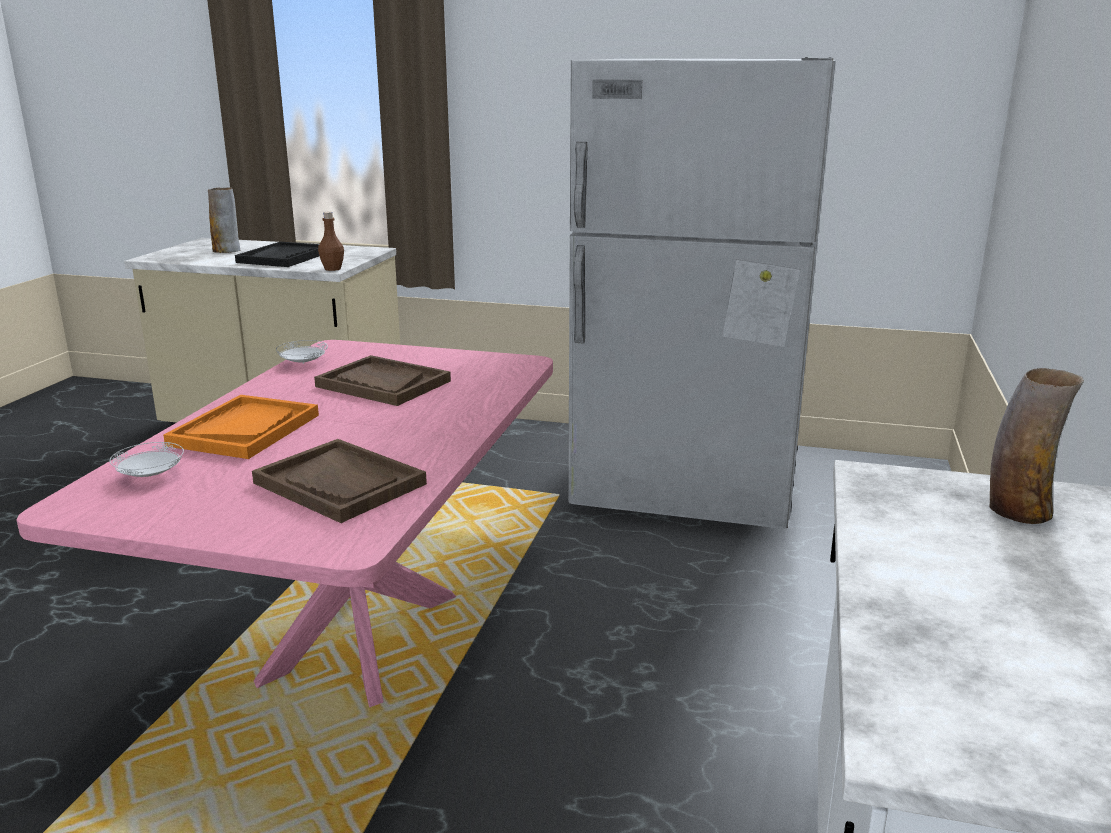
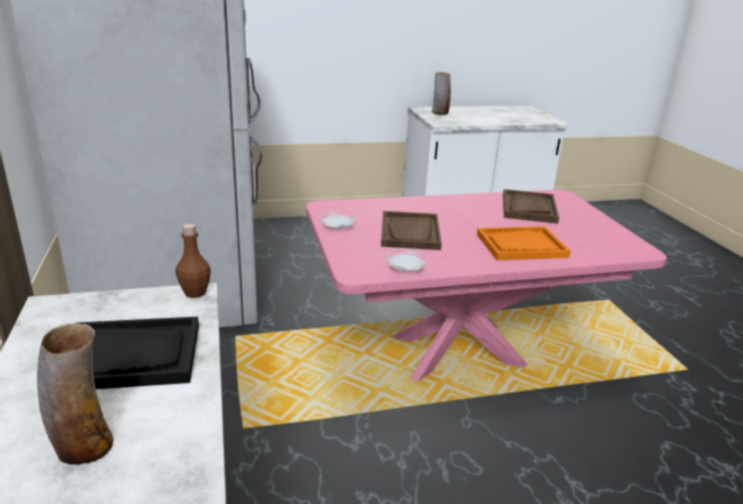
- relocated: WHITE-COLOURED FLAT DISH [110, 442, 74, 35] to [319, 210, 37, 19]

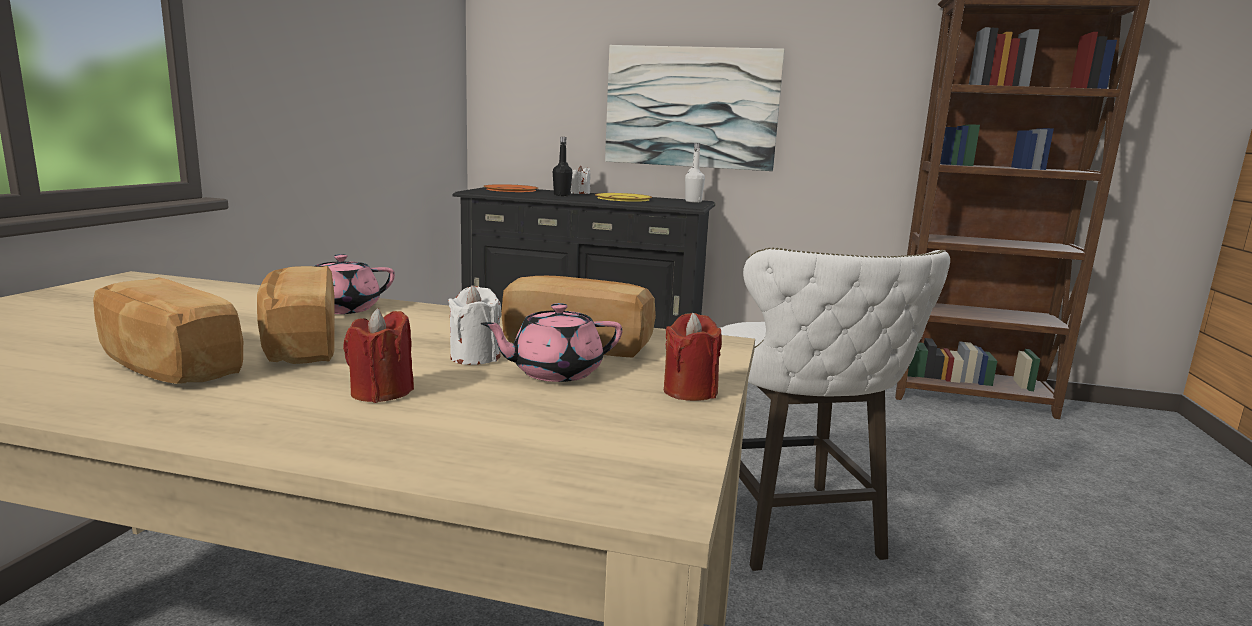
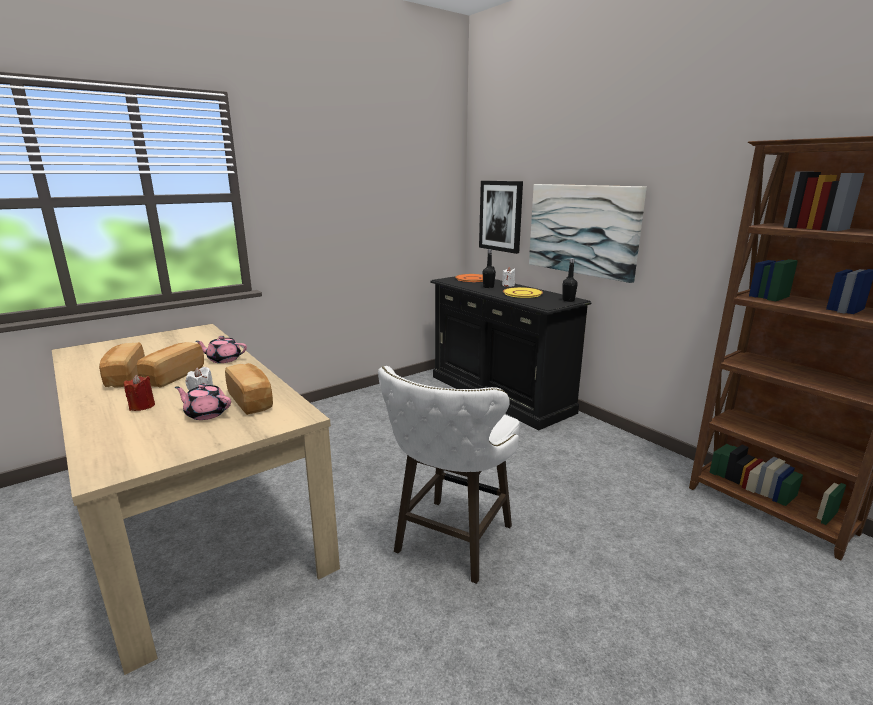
- appeared: WALL ART [479, 181, 44, 73]
- colour: WHITE-COLOURED BEVERAGE BOTTLE [685, 143, 20, 60] to BLACKISH BEVERAGE BOTTLE [562, 258, 16, 44]
- missing: RED CANDLE [664, 313, 58, 88]

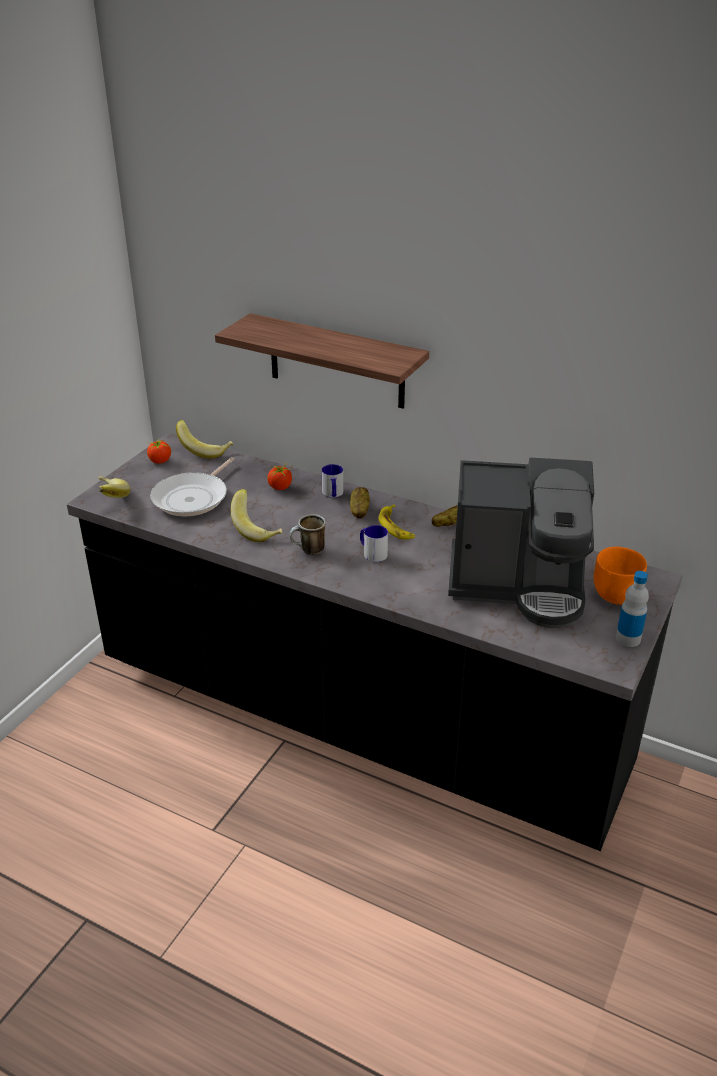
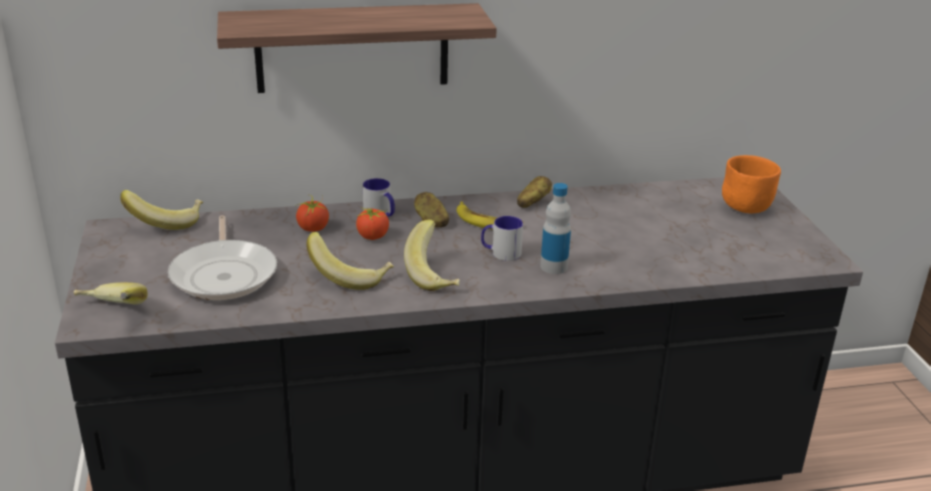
- relocated: FRESH TOMATO [147, 439, 24, 25] to [356, 207, 33, 33]
- exchanged: TEA MUG [290, 514, 36, 41] to BANANA [404, 219, 56, 72]
- relocated: BEVERAGE BOTTLE [616, 571, 33, 76] to [540, 183, 31, 91]
- missing: COFFEE MAKER [448, 458, 146, 170]

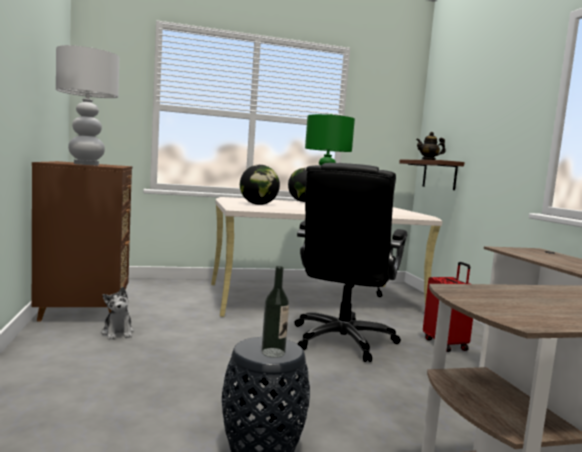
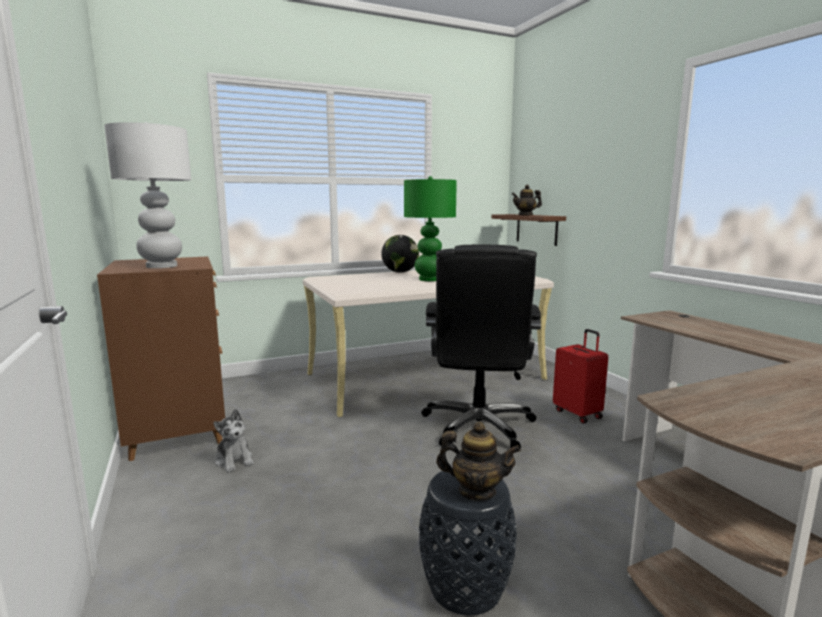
- exchanged: BEVERAGE BOTTLE [261, 266, 28, 92] to TEAPOT [436, 422, 85, 79]
- missing: DESK GLOBE [240, 165, 40, 40]

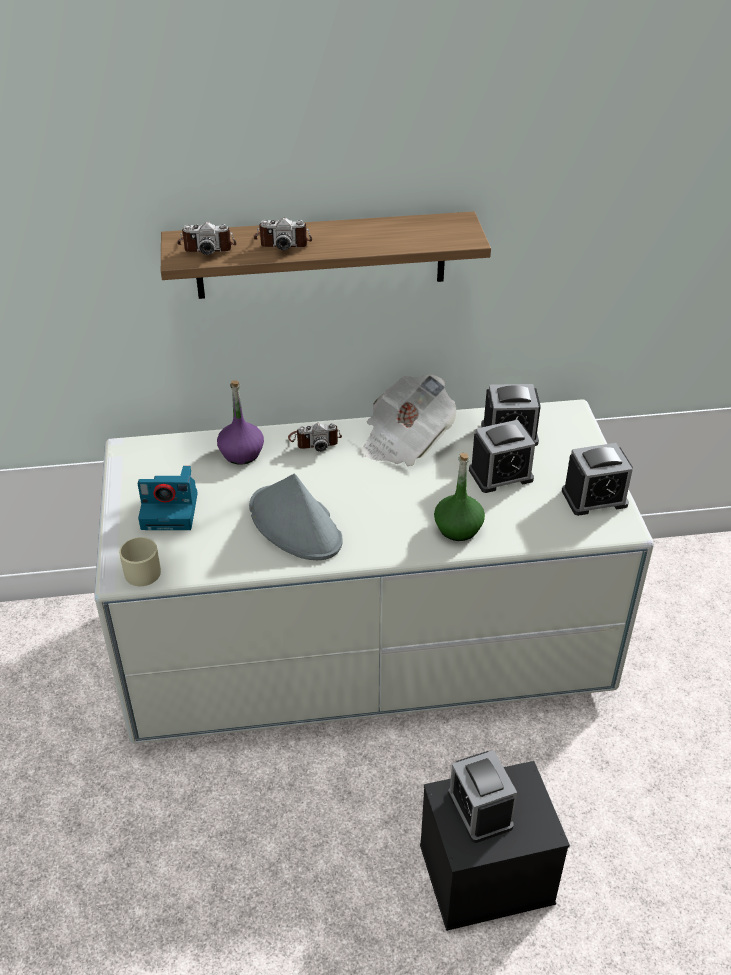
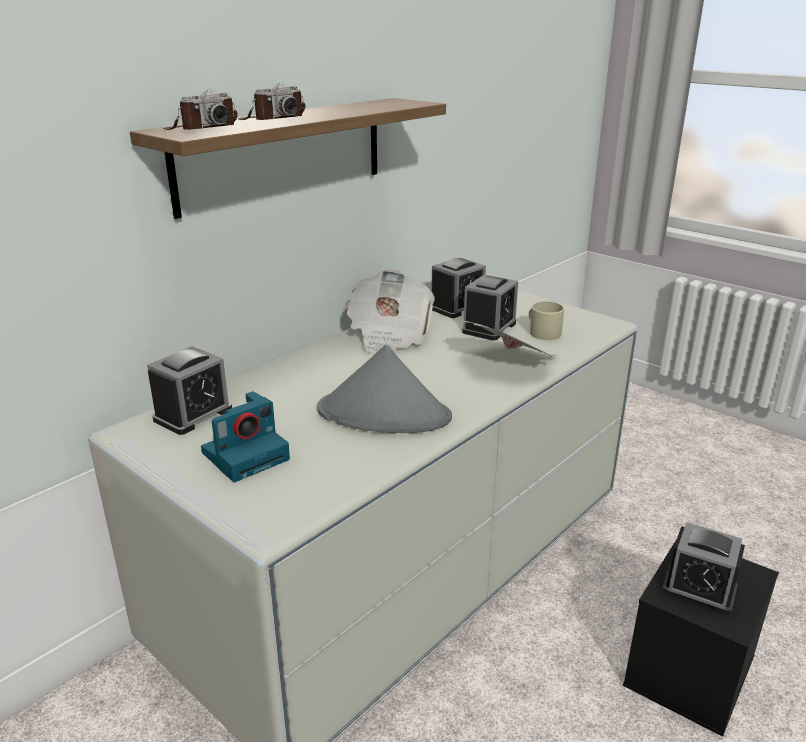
- relocated: BEDSIDE CLOCK [562, 443, 71, 73] to [147, 346, 85, 89]
- exchanged: GREEN-COLOURED BEVERAGE BOTTLE [434, 453, 51, 88] to PRINTED PAPER [462, 321, 97, 37]
- relocated: SAND-COLOURED TEA MUG [119, 537, 42, 49] to [529, 302, 35, 38]
- missing: PURPLE-COLOURED BEVERAGE BOTTLE [217, 380, 47, 85]
- missing: PHOTO CAMERA [288, 423, 54, 29]

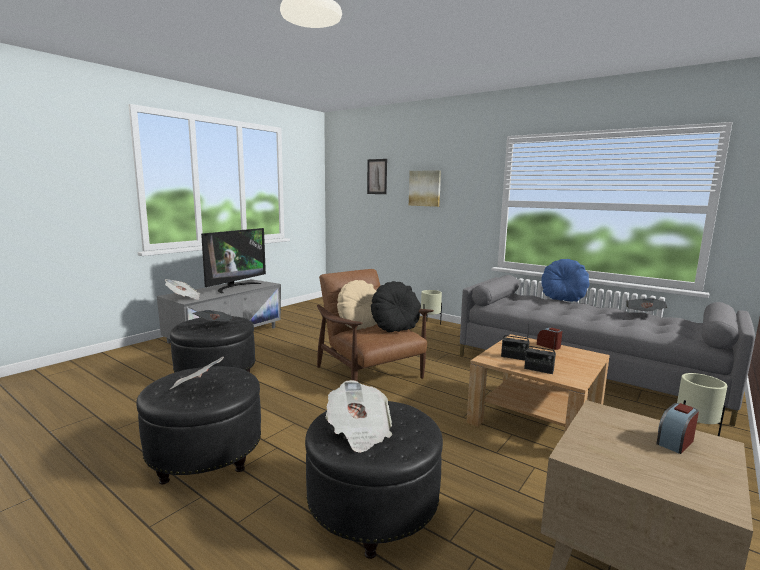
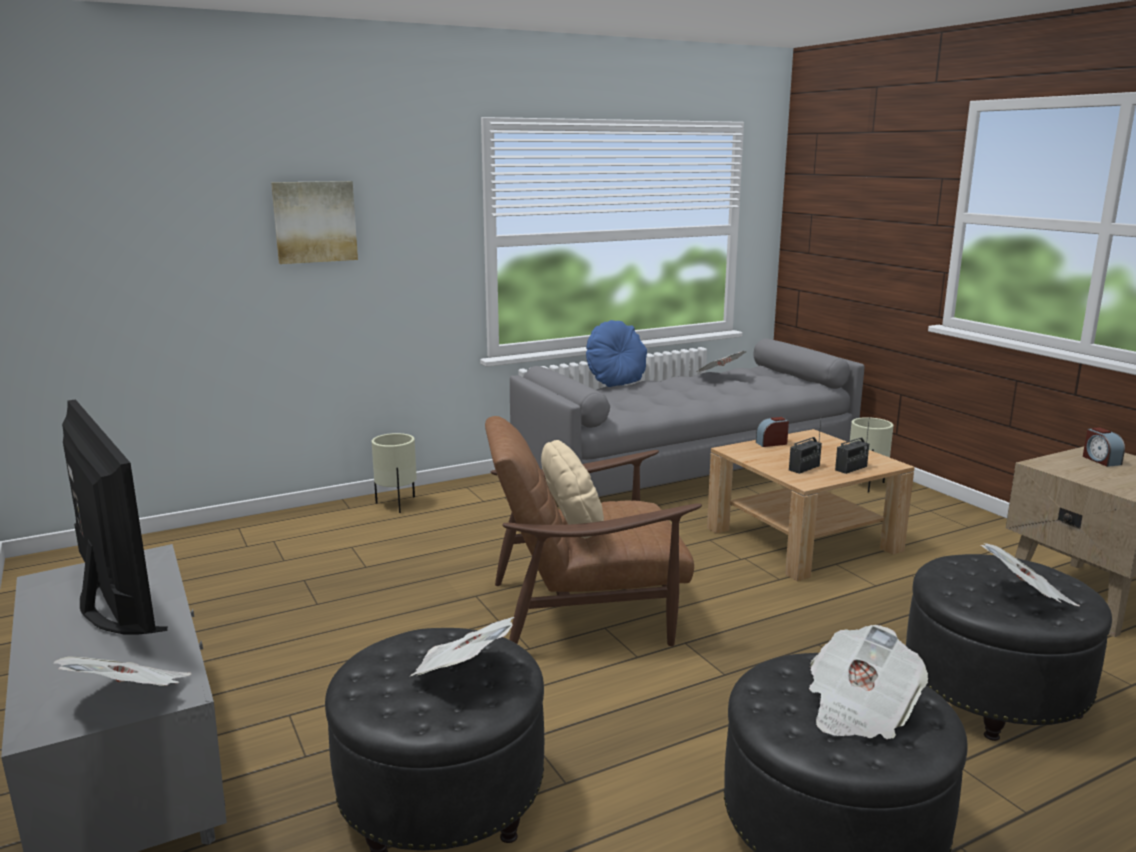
- missing: WALL ART [367, 159, 20, 35]
- missing: BLACKISH PILLOW [371, 281, 50, 51]

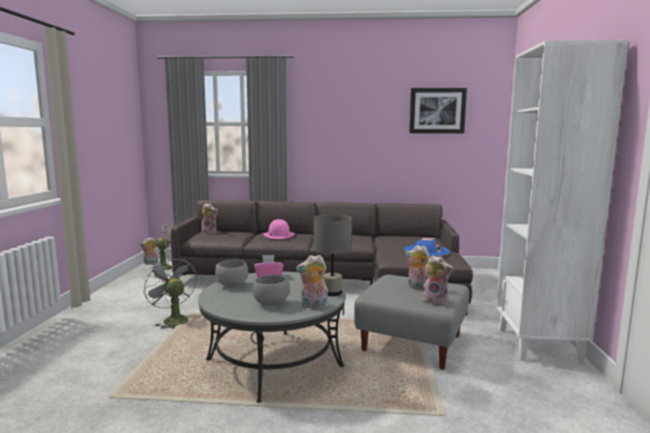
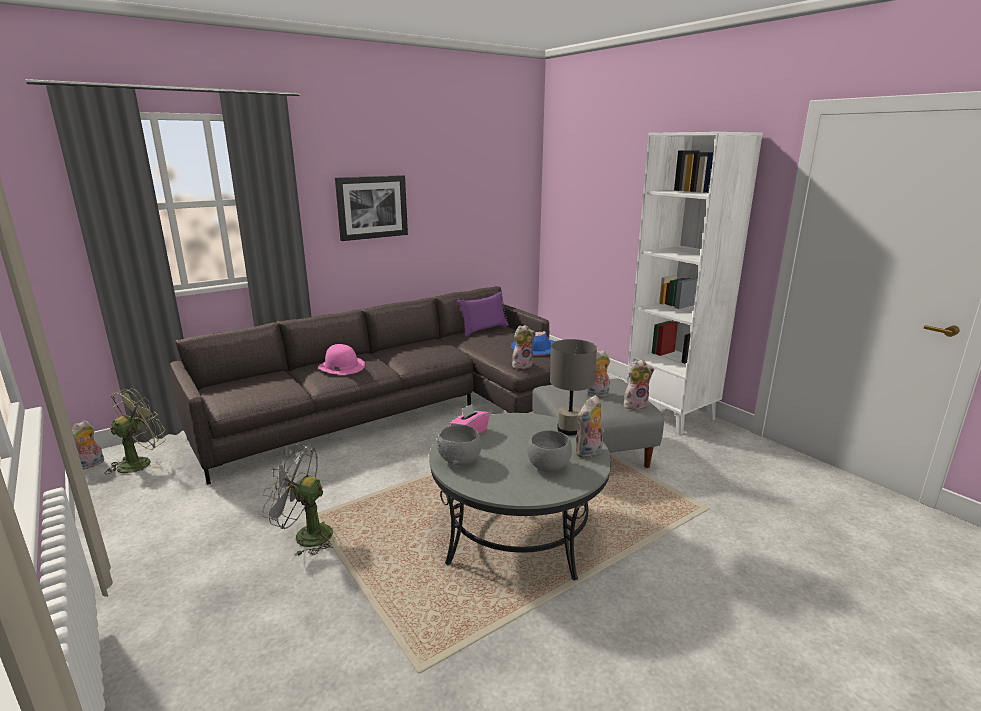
- relocated: WALL ART [409, 88, 58, 46] to [335, 175, 73, 66]
- appeared: PURPLE-COLOURED PILLOW [457, 292, 52, 45]
- relocated: SOFT TOY [201, 203, 17, 31] to [512, 325, 24, 44]

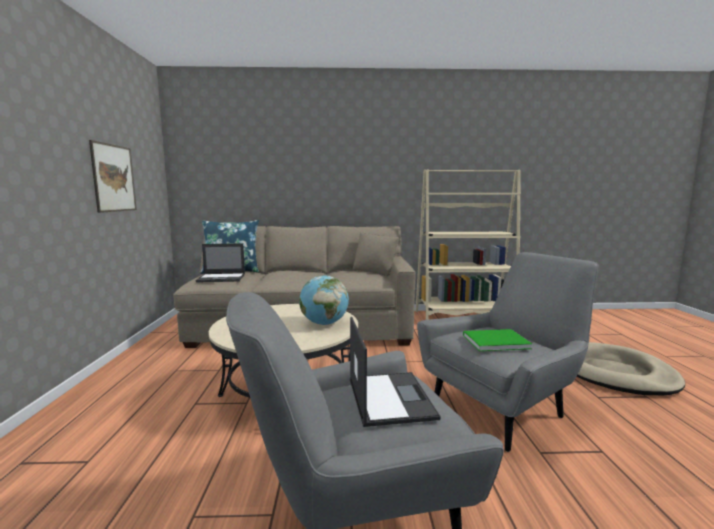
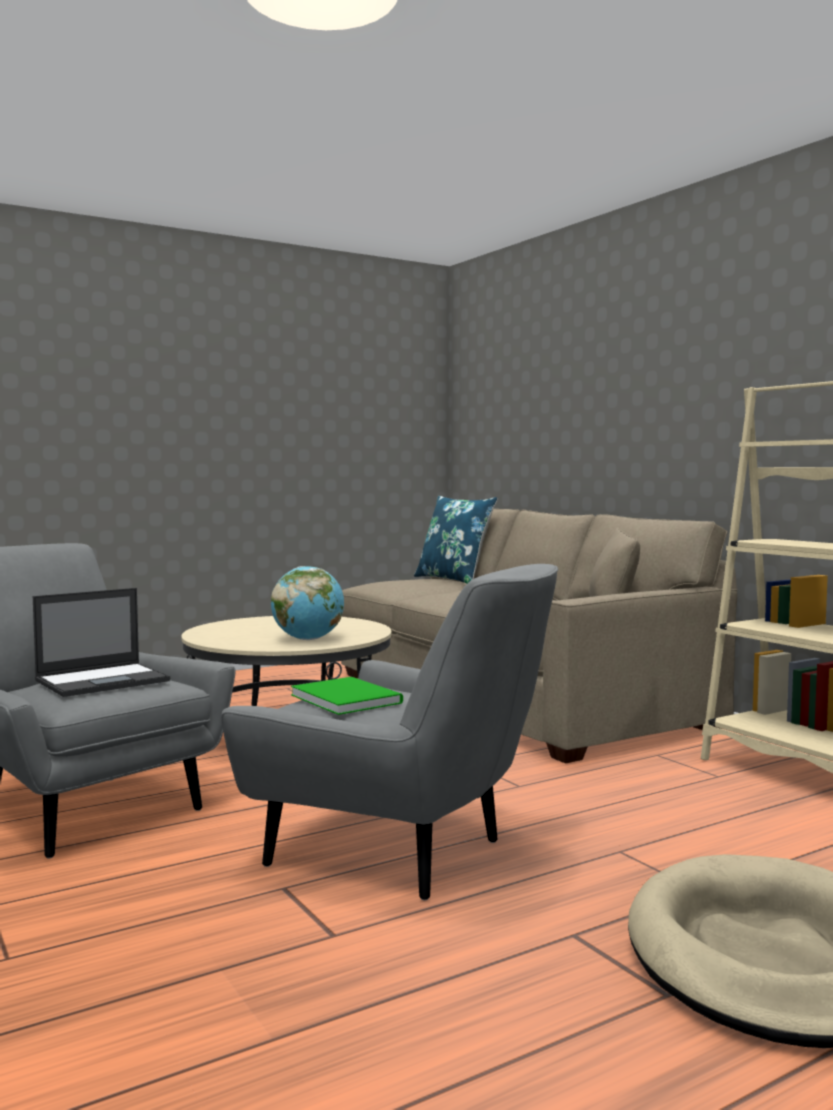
- missing: WALL ART [89, 140, 48, 73]
- missing: NOTEBOOK COMPUTER [196, 243, 49, 40]

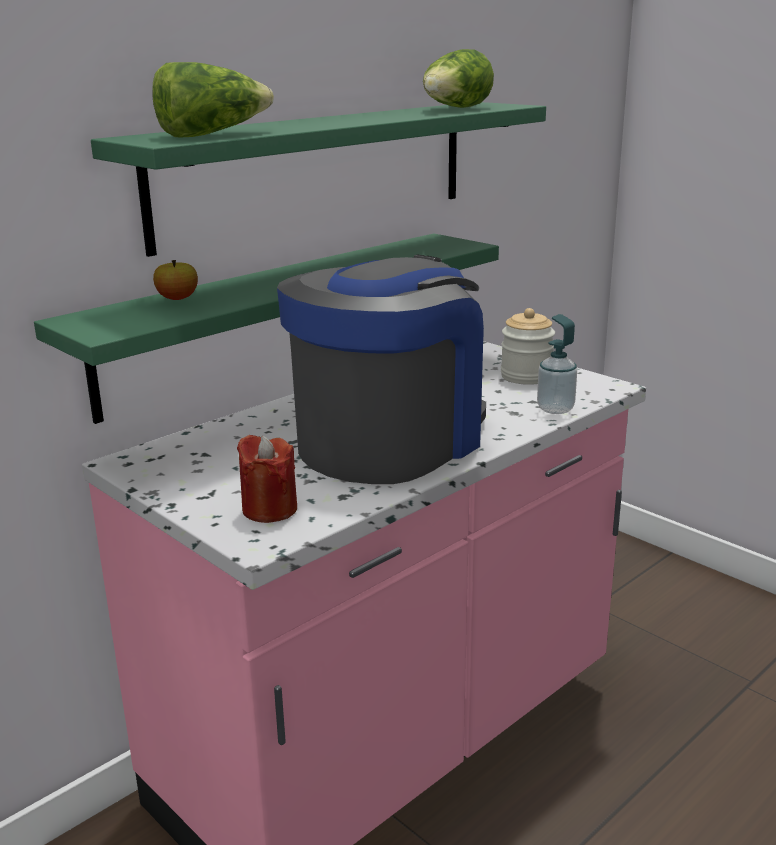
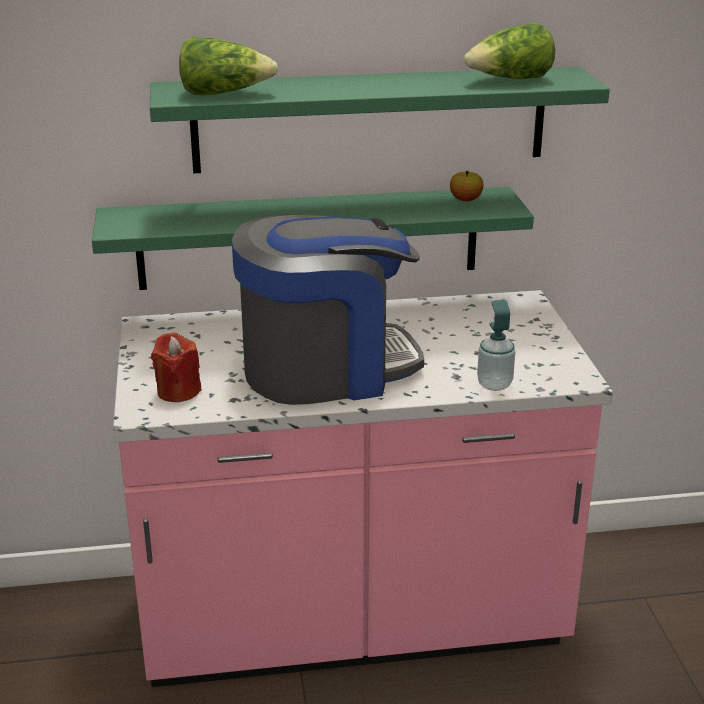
- relocated: APPLE [153, 260, 45, 40] to [450, 171, 34, 30]
- missing: JAR [501, 308, 54, 77]

